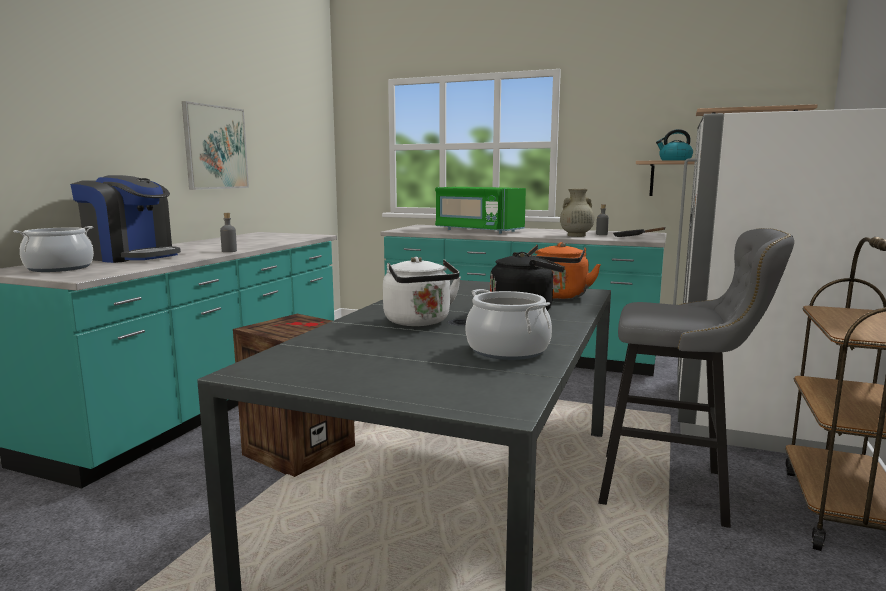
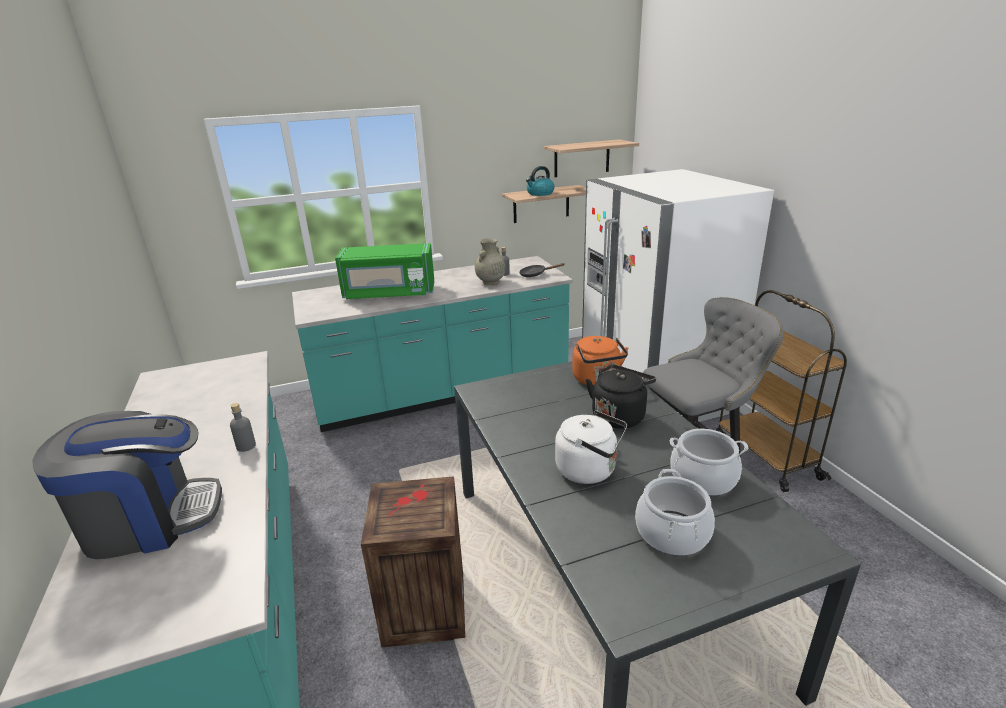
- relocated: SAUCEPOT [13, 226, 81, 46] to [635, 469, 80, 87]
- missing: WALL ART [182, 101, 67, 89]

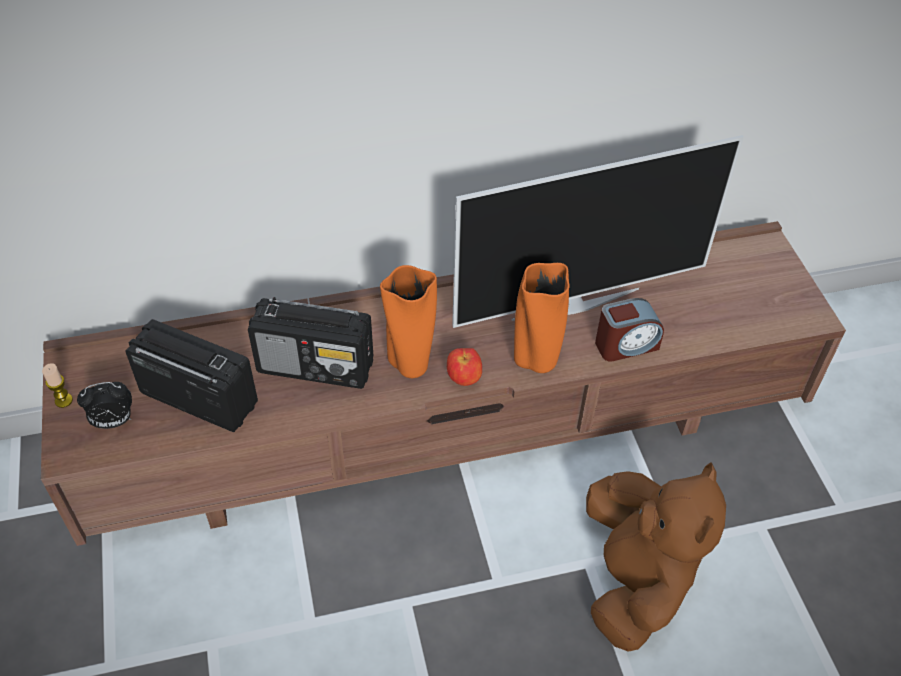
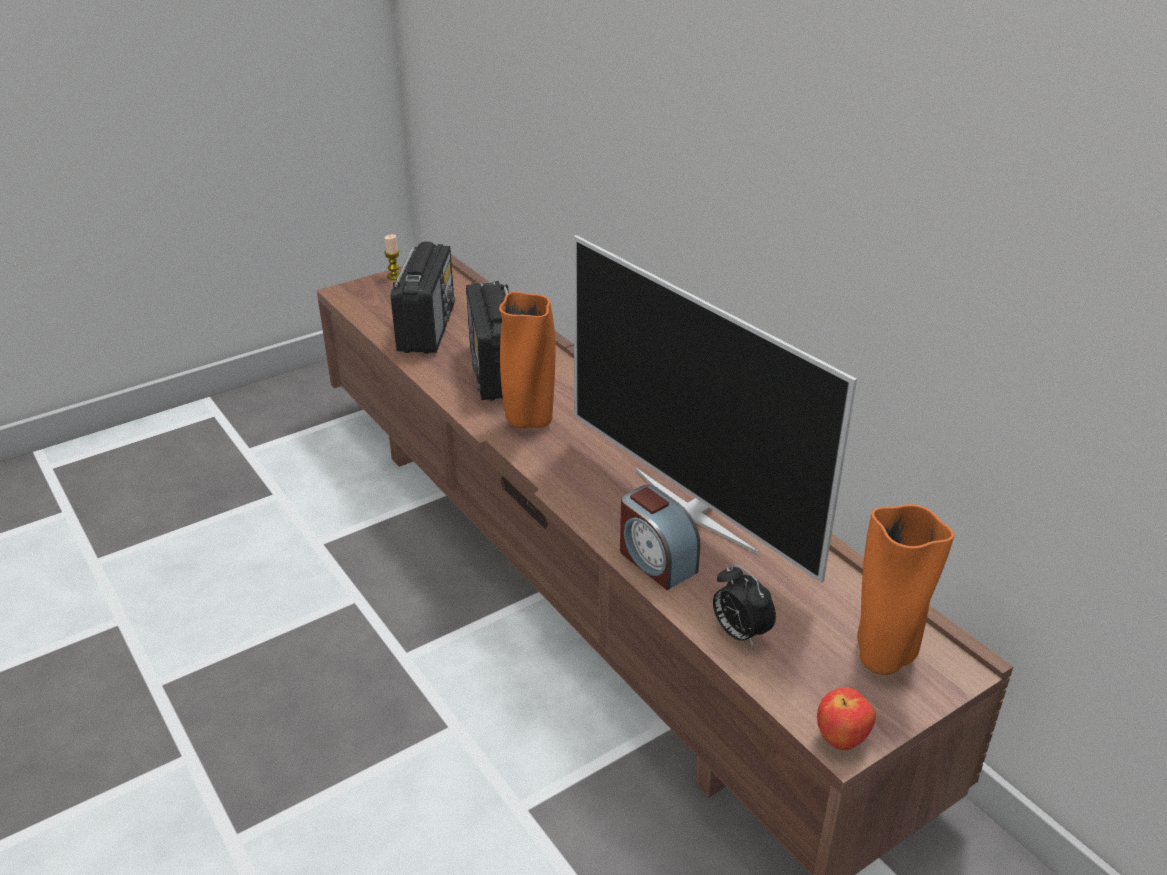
- relocated: BEDSIDE CLOCK [77, 382, 55, 47] to [713, 564, 63, 84]
- relocated: APPLE [447, 348, 35, 38] to [817, 687, 59, 64]
- relocated: ORANGEY DECORATIVE VASE [514, 263, 56, 110] to [857, 504, 97, 171]
- missing: BROWN-COLOURED SOFT TOY [586, 462, 140, 190]

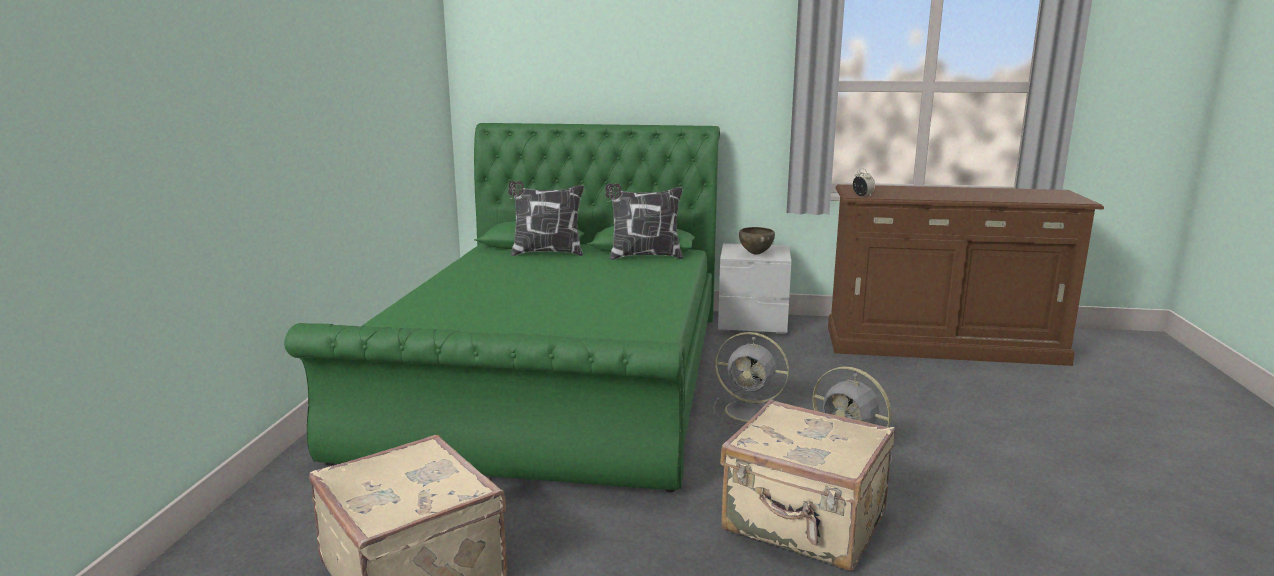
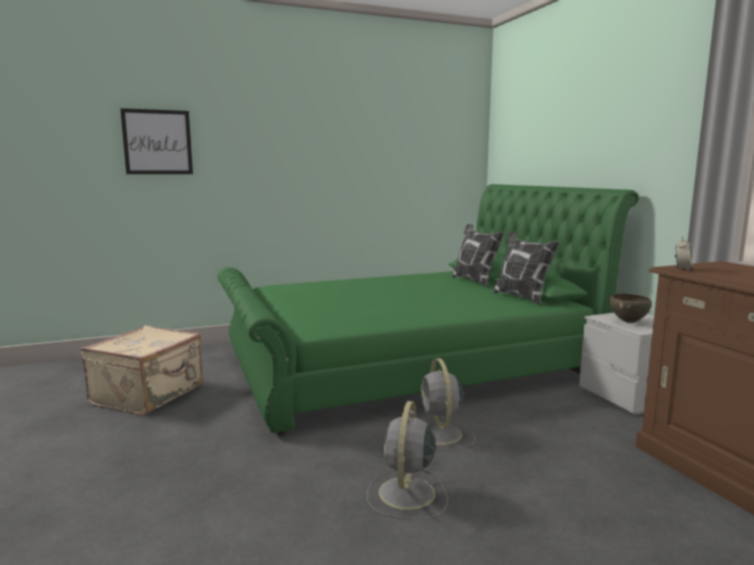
- appeared: WALL ART [120, 108, 73, 66]
- missing: SAND-COLOURED PIECE OF LUGGAGE [720, 399, 175, 172]

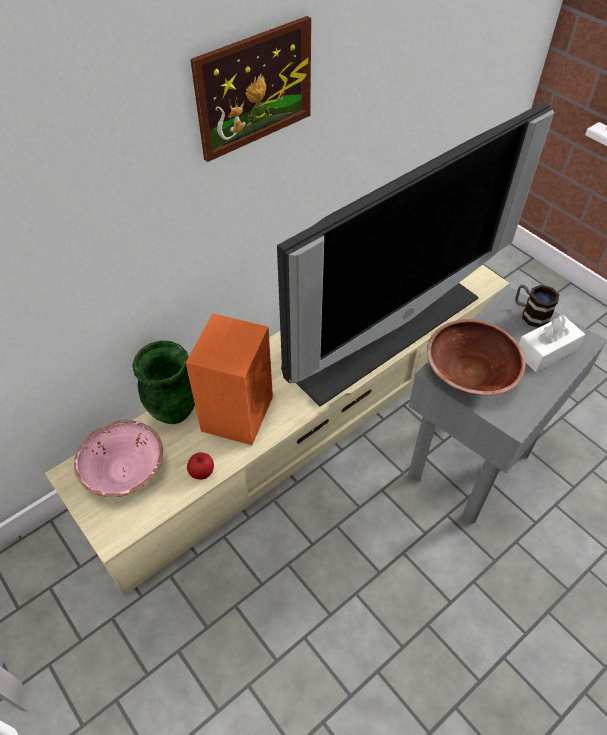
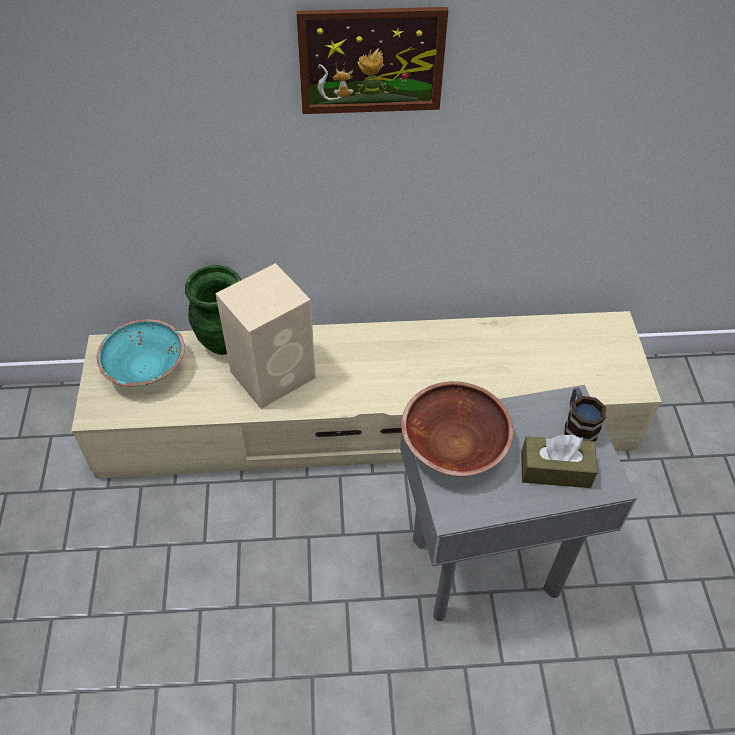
- colour: PINK SERVING BOWL [74, 420, 89, 77] to TURQUOISE SERVING BOWL [97, 319, 88, 67]
- colour: ORANGEY LOUDSPEAKER [186, 314, 87, 131] to SAND-COLOURED LOUDSPEAKER [215, 263, 101, 146]
- colour: WHITE-COLOURED TISSUE BOX [519, 315, 66, 57] to BROWN-COLOURED TISSUE BOX [521, 434, 77, 54]
- missing: APPLE [187, 452, 27, 28]
- missing: TELEVISION [277, 102, 277, 305]

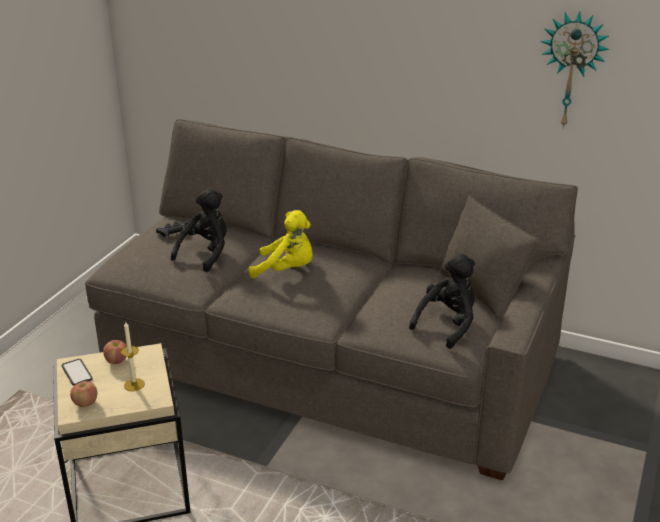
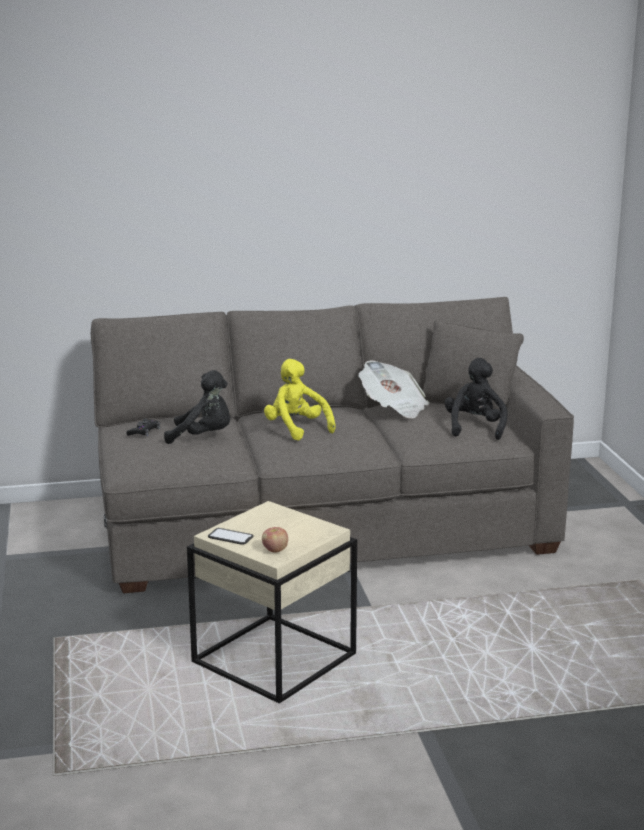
- spun: BLACKISH SOFT TOY [171, 189, 56, 83] = [164, 370, 66, 74] 105 degrees clockwise
- spun: YELLOW SOFT TOY [248, 210, 65, 68] = [264, 359, 72, 82] 105 degrees counterclockwise
- appeared: PRINTED PAPER [359, 360, 70, 59]
- missing: APPLE [103, 340, 24, 24]
- missing: CANDLE [121, 322, 24, 69]
- missing: CLOCK ON THE WALL [541, 11, 69, 118]

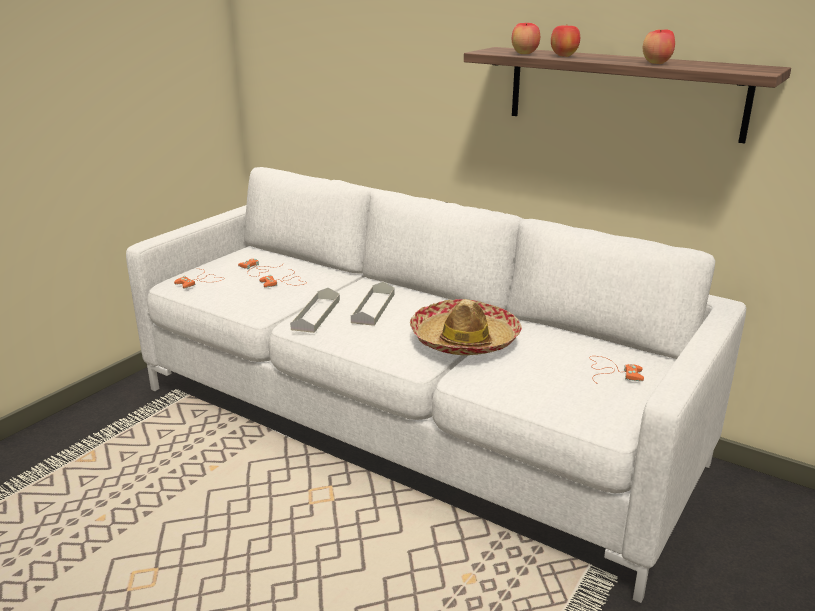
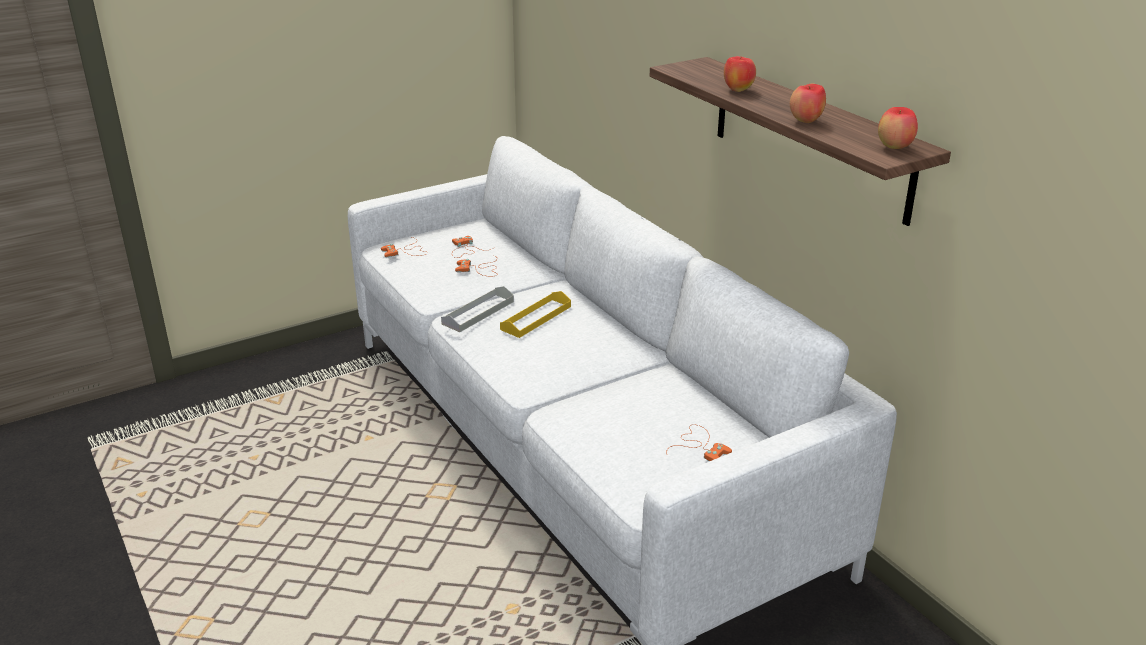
- colour: GREY CARRYING TRAY [351, 282, 44, 44] to YELLOW CARRYING TRAY [500, 291, 71, 47]
- relocated: APPLE [512, 23, 28, 31] to [878, 107, 40, 42]
- missing: WEARABLE HAT [410, 299, 112, 56]

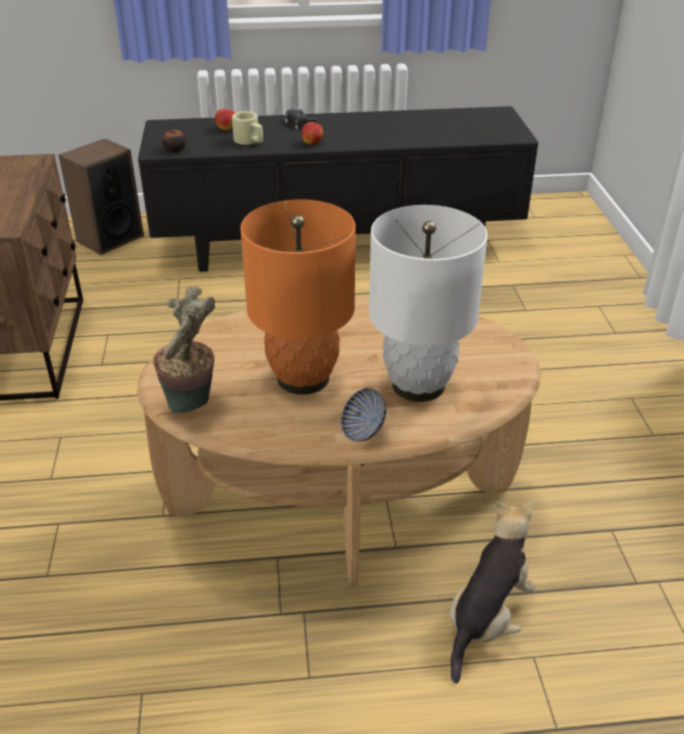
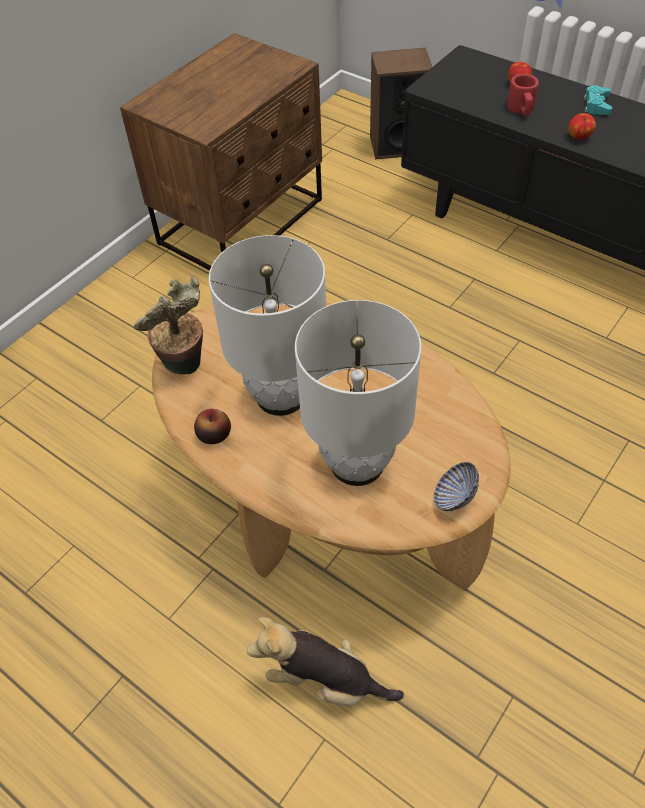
- relocated: APPLE [162, 129, 24, 23] to [194, 409, 37, 35]
- colour: ORANGEY TABLE LAMP [241, 200, 115, 195] to WHITE-COLOURED TABLE LAMP [209, 235, 117, 181]
- spun: SOFT TOY [450, 501, 85, 183] = [247, 617, 157, 90] 150 degrees counterclockwise
- relocated: SERVING BOWL [341, 388, 45, 54] to [434, 462, 45, 49]
- colour: SAND-COLOURED TEA MUG [232, 111, 31, 34] to RED TEA MUG [507, 74, 32, 42]
- colour: BLACKISH JOYPAD [285, 109, 32, 20] to TURQUOISE JOYPAD [584, 85, 28, 30]

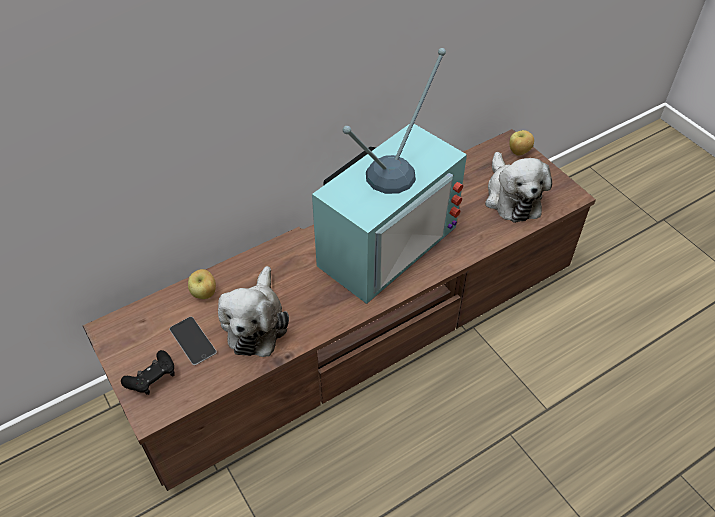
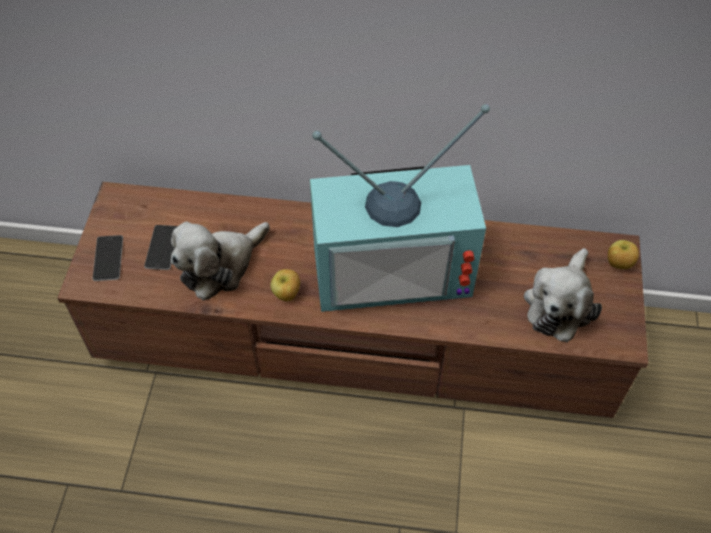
- exchanged: BLACKISH JOYPAD [121, 350, 54, 45] to PHONE [93, 235, 30, 46]
- relocated: APPLE [188, 269, 28, 30] to [270, 269, 30, 32]

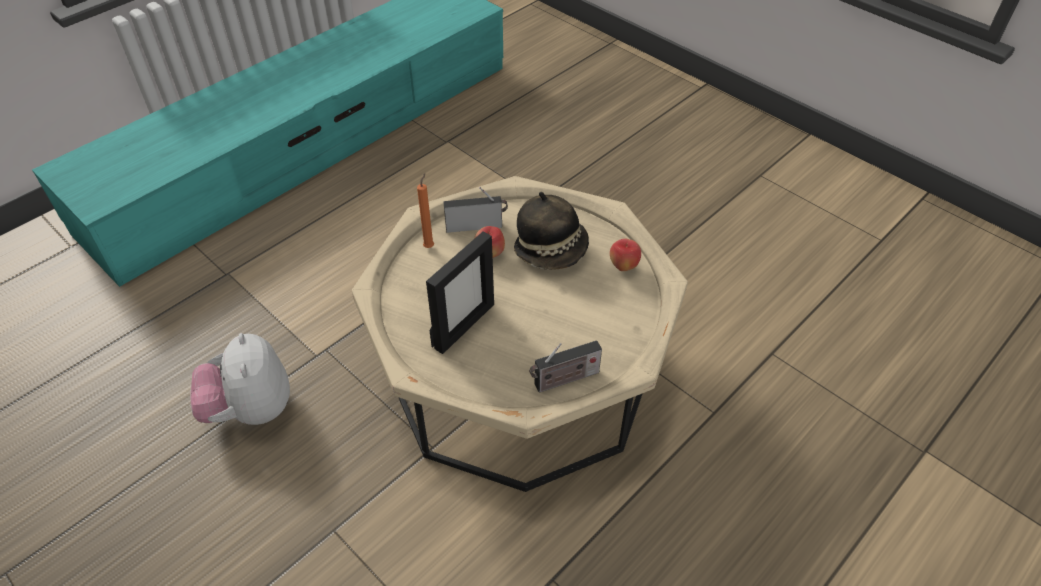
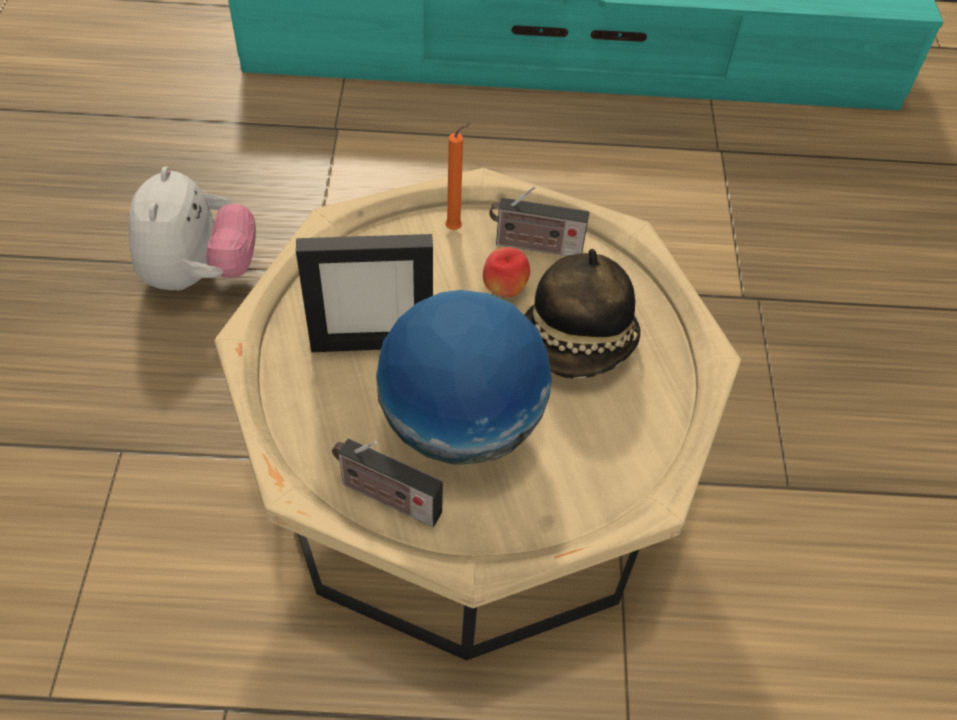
- spun: SOFT TOY [190, 333, 100, 92] = [128, 166, 128, 124] 150 degrees clockwise
- appeared: DESK GLOBE [376, 290, 176, 175]
- spun: RADIO SET [443, 187, 65, 46] = [489, 186, 100, 70] 150 degrees clockwise
- missing: APPLE [610, 239, 31, 32]

